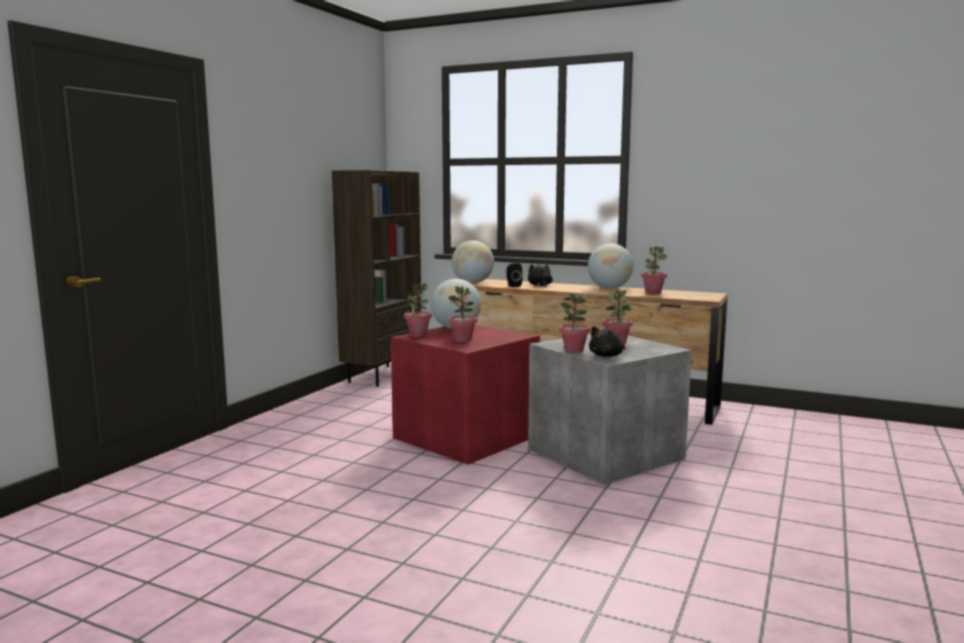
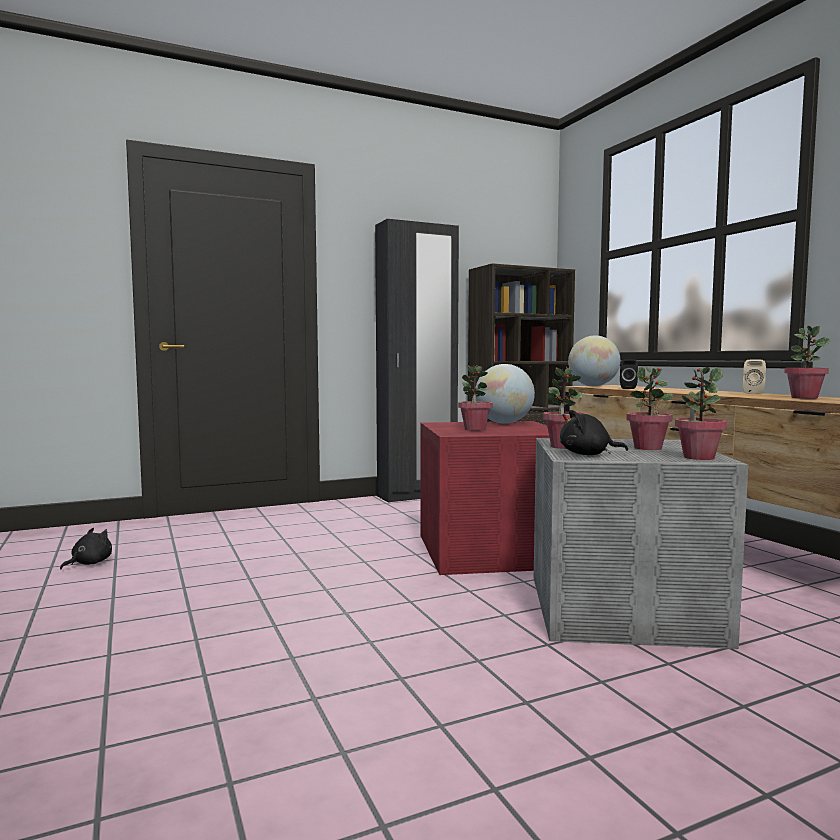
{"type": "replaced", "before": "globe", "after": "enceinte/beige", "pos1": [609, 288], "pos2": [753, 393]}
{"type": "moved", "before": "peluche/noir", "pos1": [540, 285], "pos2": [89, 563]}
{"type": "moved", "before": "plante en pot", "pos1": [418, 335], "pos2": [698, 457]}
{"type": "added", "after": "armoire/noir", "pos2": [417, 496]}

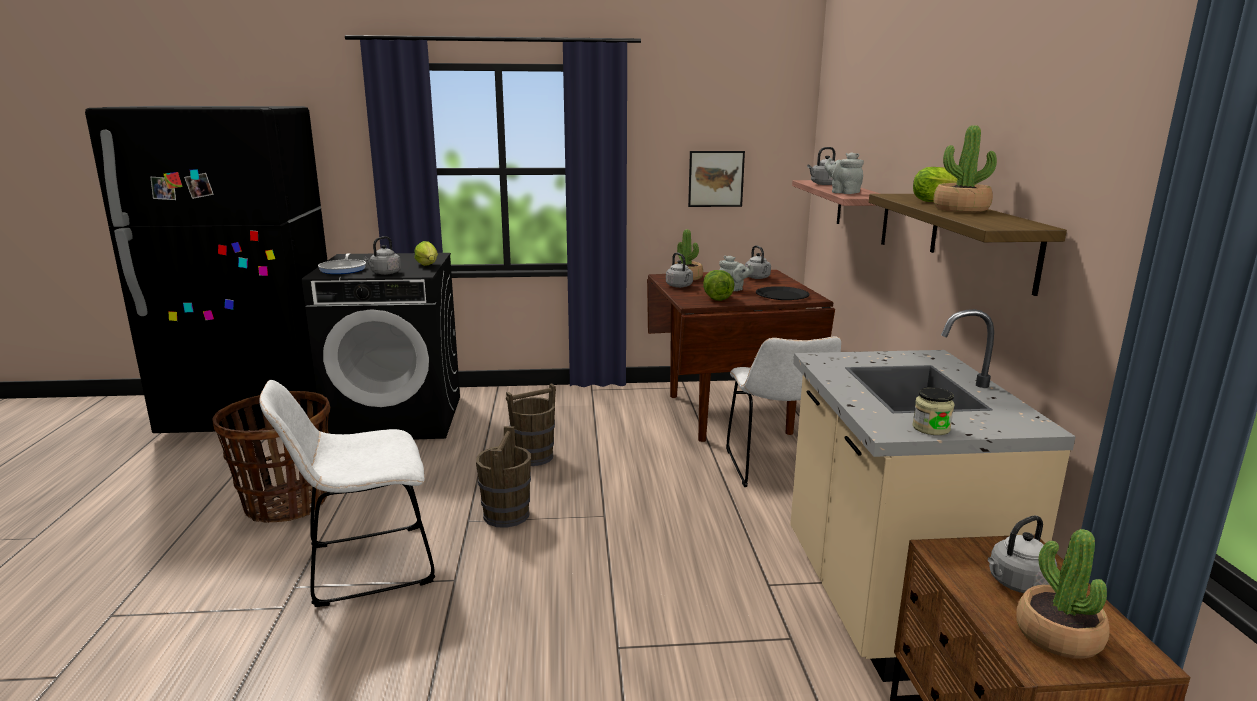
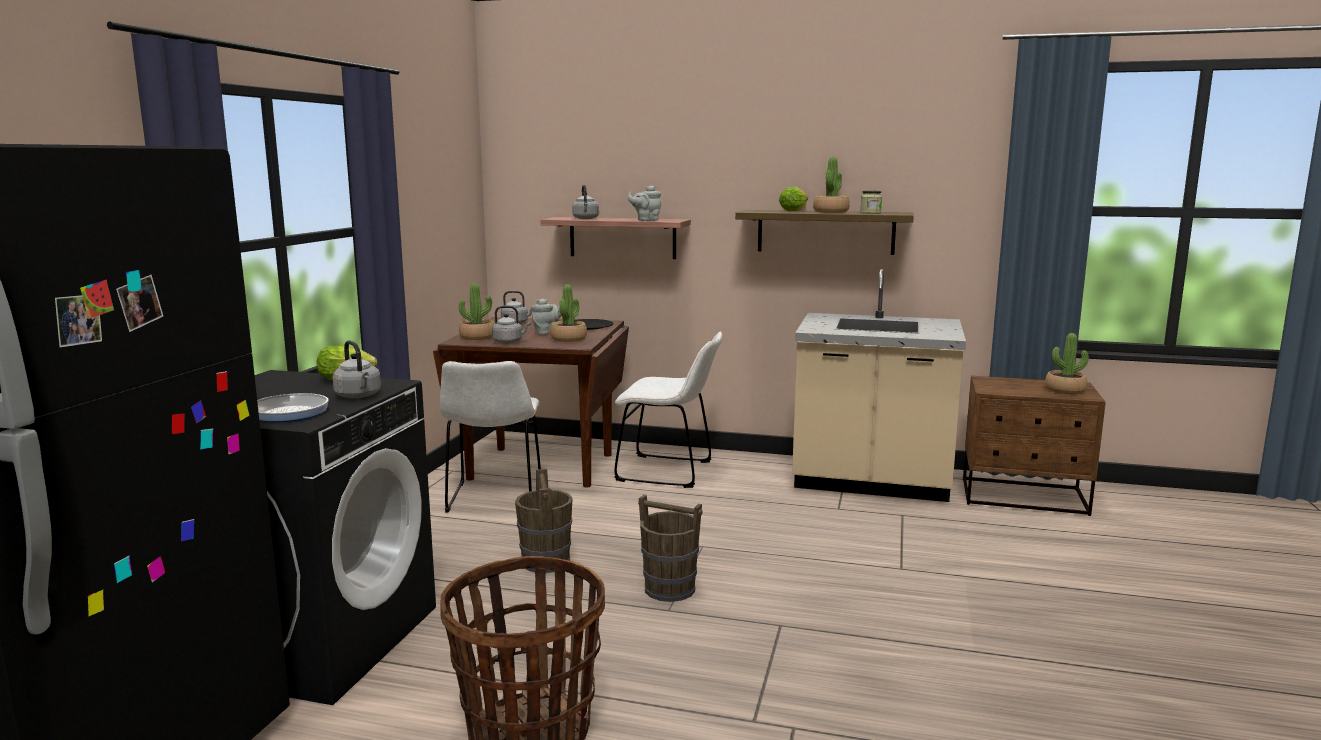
{"type": "removed", "before": "tableau", "pos1": [716, 179]}
{"type": "replaced", "before": "laitue", "after": "plante en pot", "pos1": [716, 297], "pos2": [568, 339]}
{"type": "moved", "before": "chaise/blanc", "pos1": [362, 566], "pos2": [494, 499]}
{"type": "moved", "before": "bocal", "pos1": [931, 428], "pos2": [870, 213]}
{"type": "removed", "before": "bouilloire/gris", "pos1": [1016, 583]}

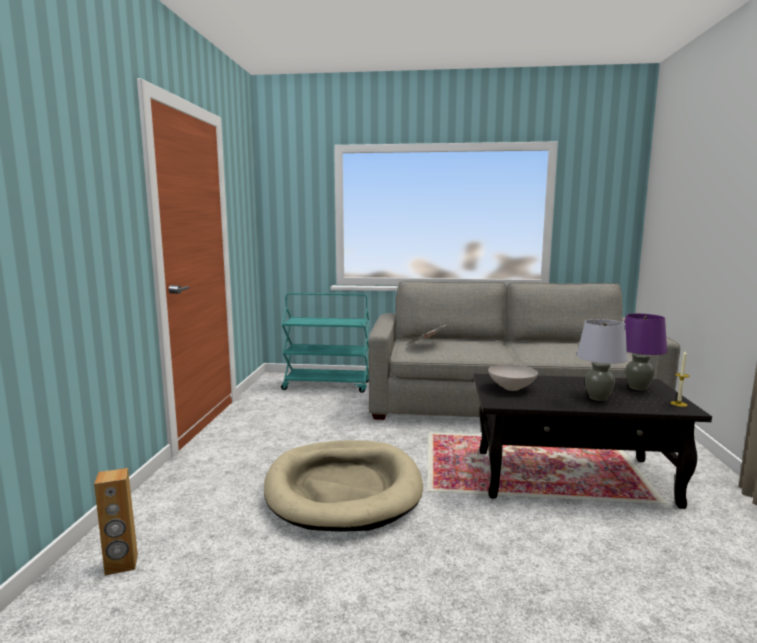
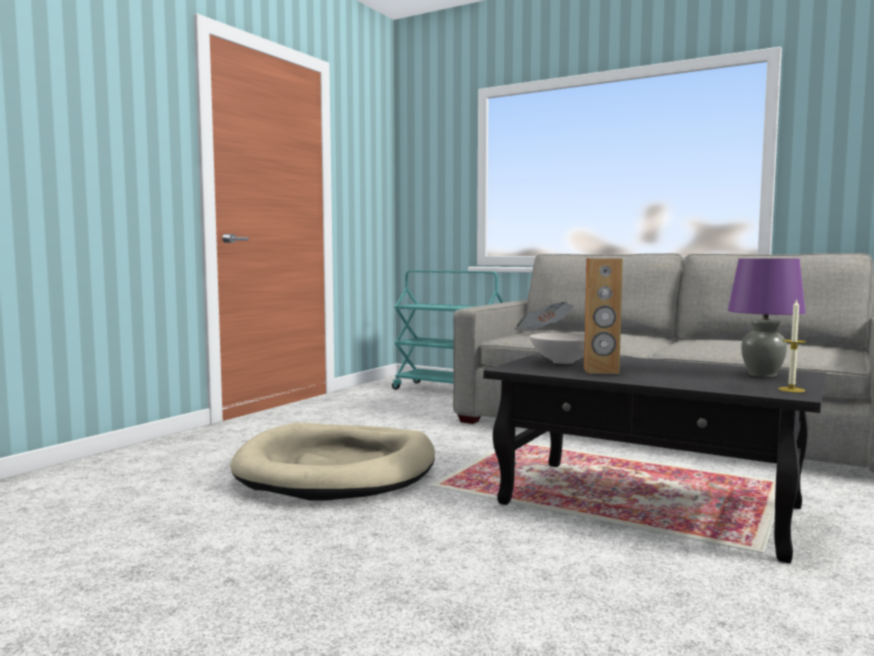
{"type": "removed", "before": "lampe de table/gris", "pos1": [598, 398]}
{"type": "moved", "before": "enceinte/marron", "pos1": [121, 565], "pos2": [601, 371]}

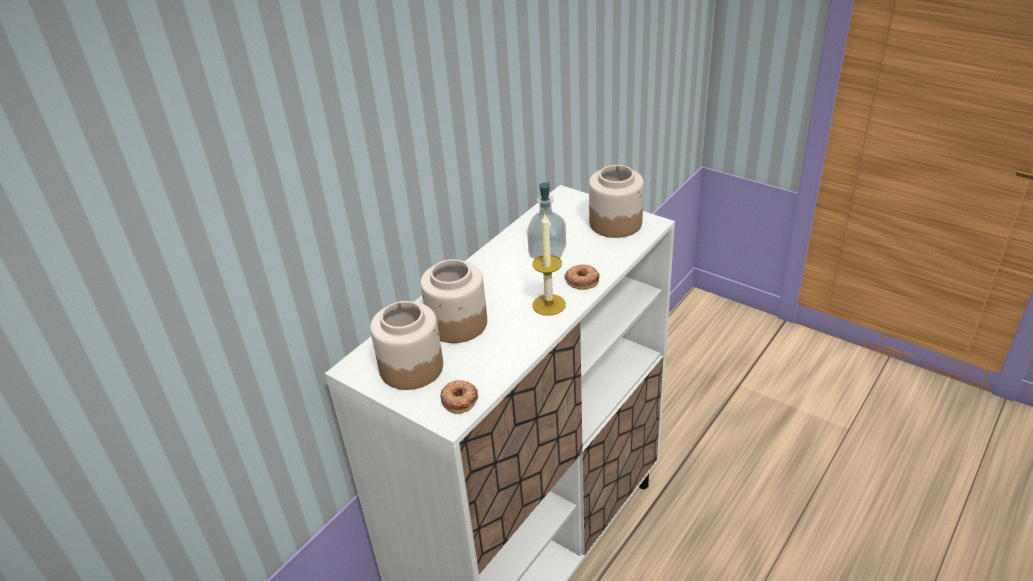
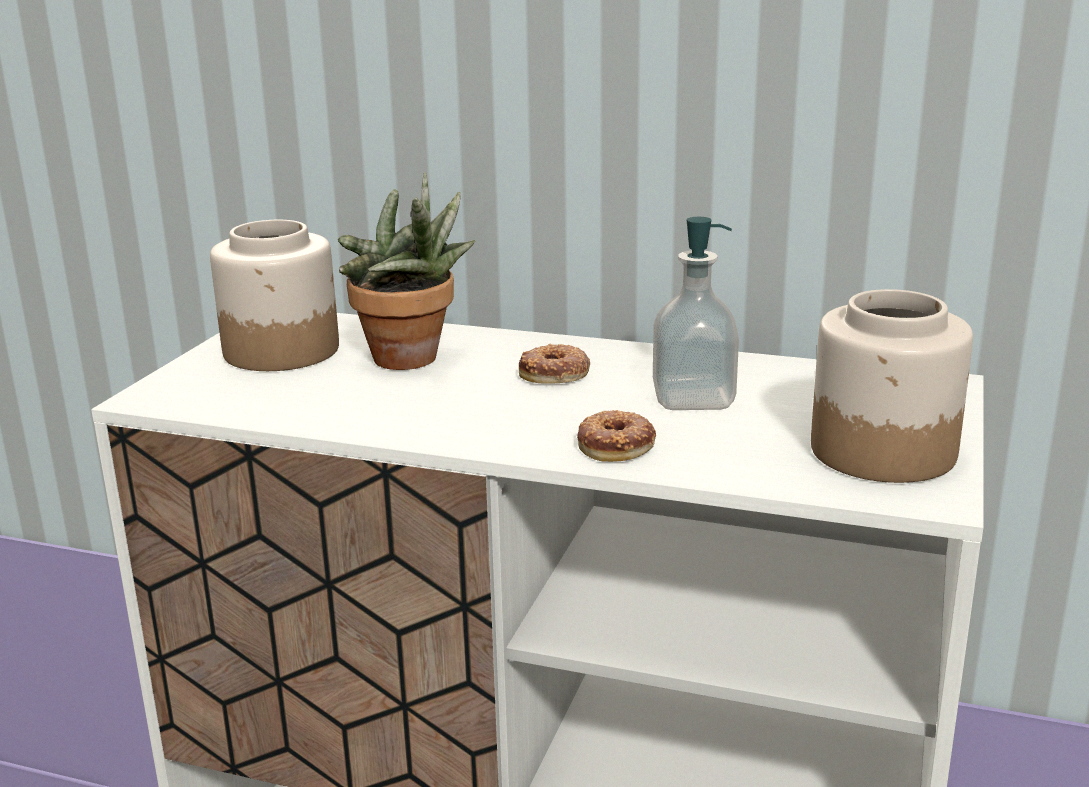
{"type": "removed", "before": "bougie", "pos1": [549, 305]}
{"type": "replaced", "before": "bocal", "after": "plante en pot", "pos1": [456, 323], "pos2": [412, 361]}
{"type": "moved", "before": "beignet", "pos1": [459, 399], "pos2": [555, 373]}

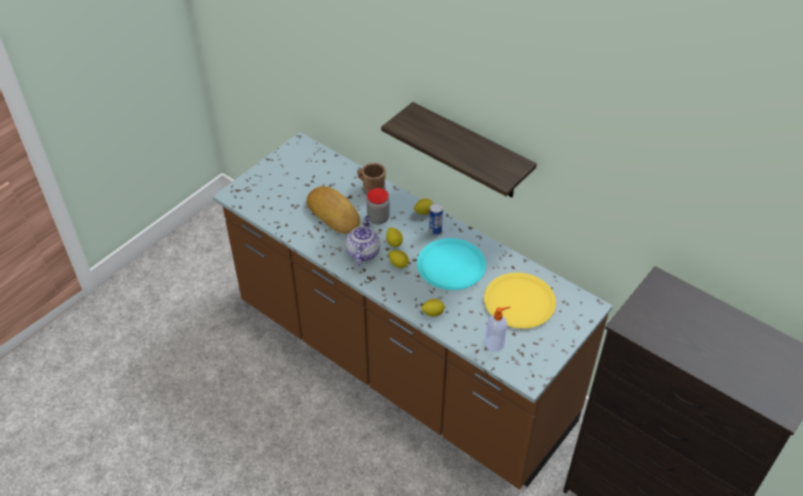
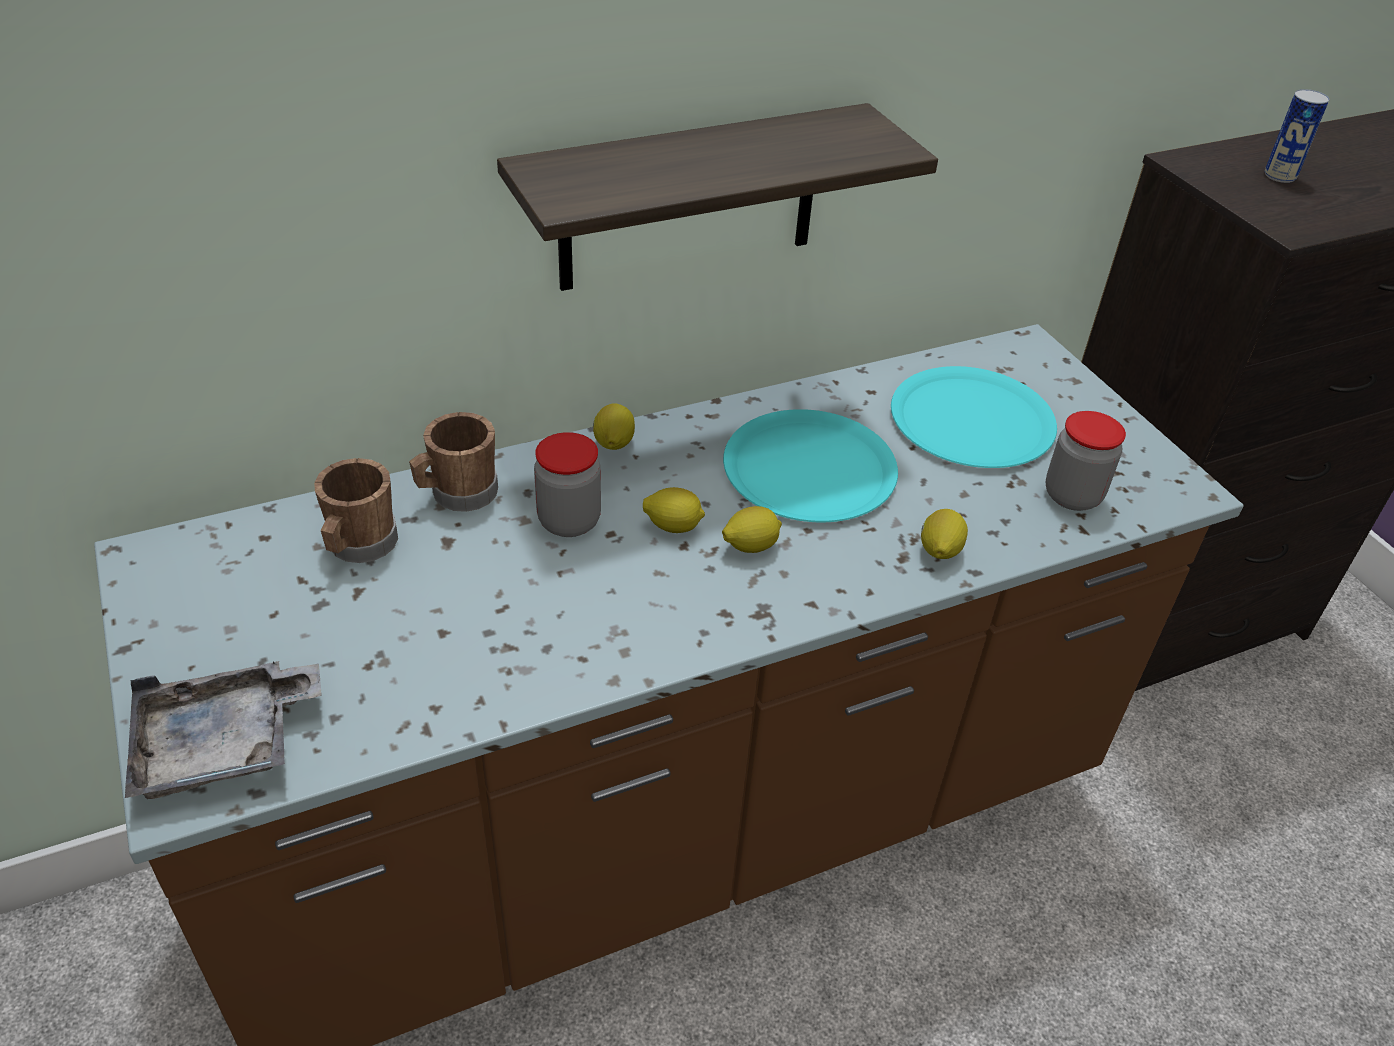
{"type": "removed", "before": "pain", "pos1": [334, 213]}
{"type": "moved", "before": "boîte métallique", "pos1": [435, 231], "pos2": [1280, 176]}
{"type": "removed", "before": "théière", "pos1": [363, 252]}
{"type": "recoloured", "before": "assiette/jaune", "after": "assiette/turquoise", "pos1": [519, 301], "pos2": [971, 420]}
{"type": "replaced", "before": "distributeur de savon", "after": "bocal", "pos1": [495, 343], "pos2": [1072, 496]}
{"type": "added", "after": "mug/marron", "pos2": [359, 546]}
{"type": "added", "after": "plateau/gris", "pos2": [224, 745]}

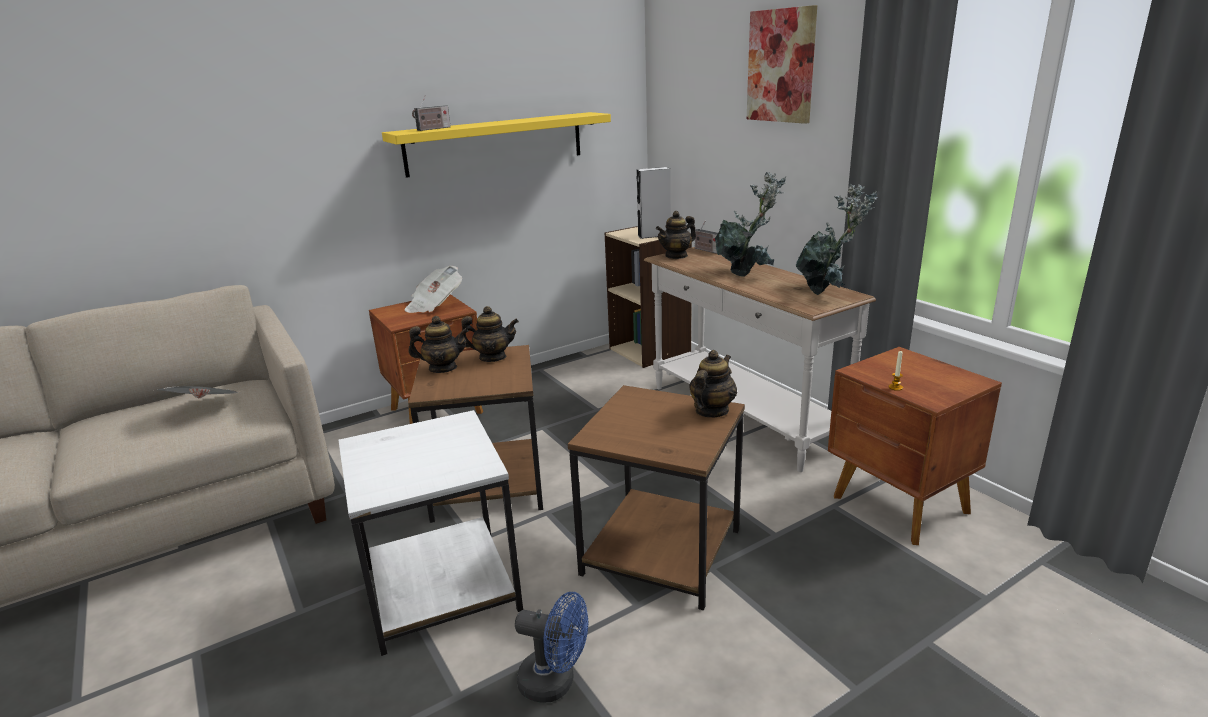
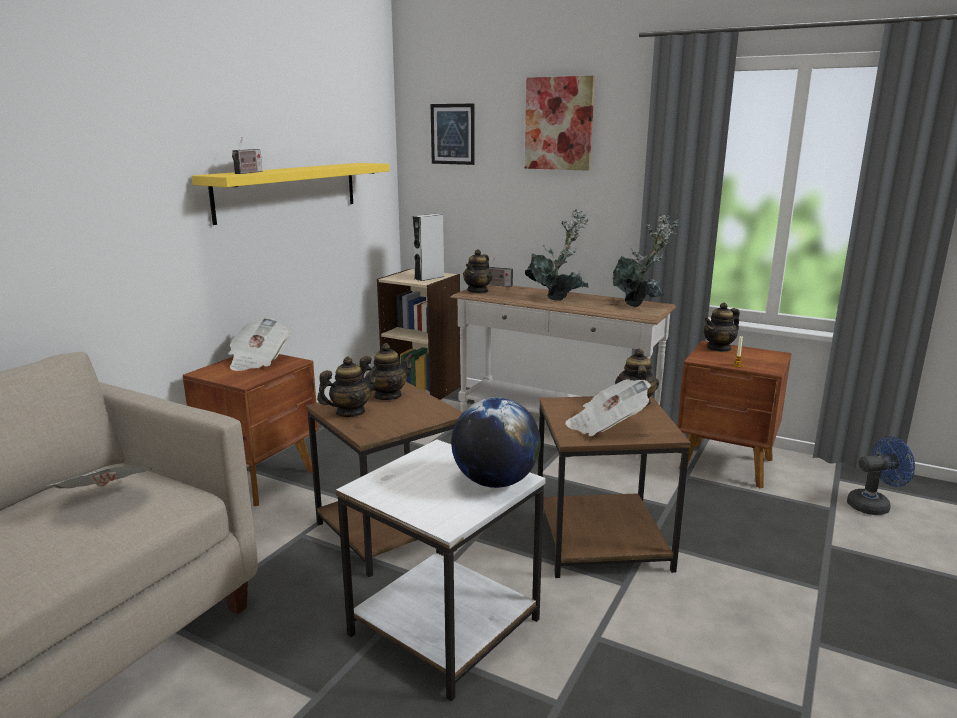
{"type": "moved", "before": "ventilateur/bleu", "pos1": [555, 682], "pos2": [873, 505]}
{"type": "added", "after": "tableau", "pos2": [452, 134]}
{"type": "added", "after": "théière", "pos2": [719, 348]}
{"type": "added", "after": "journal", "pos2": [606, 427]}
{"type": "added", "after": "globe", "pos2": [495, 482]}

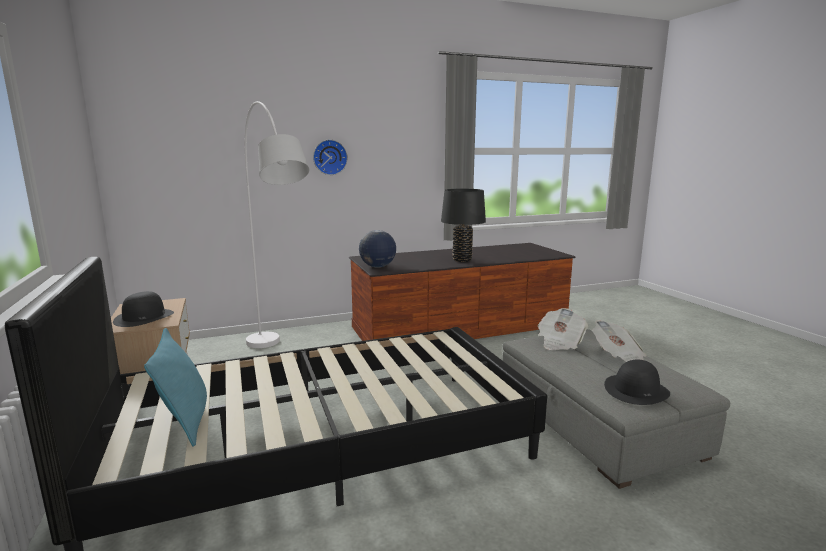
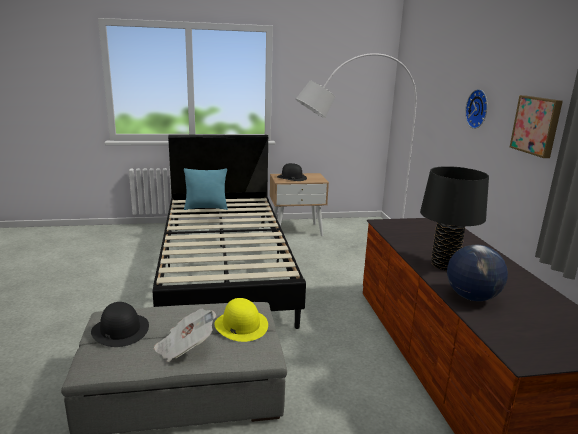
{"type": "moved", "before": "globe", "pos1": [377, 267], "pos2": [471, 297]}
{"type": "replaced", "before": "journal", "after": "chapeau/jaune", "pos1": [560, 342], "pos2": [241, 325]}
{"type": "added", "after": "tableau", "pos2": [537, 125]}

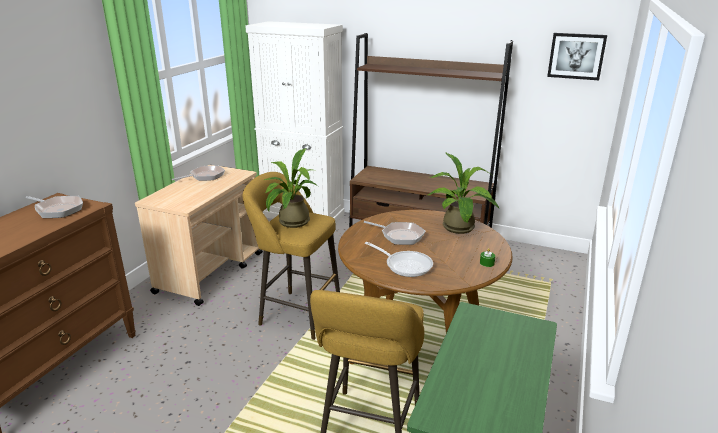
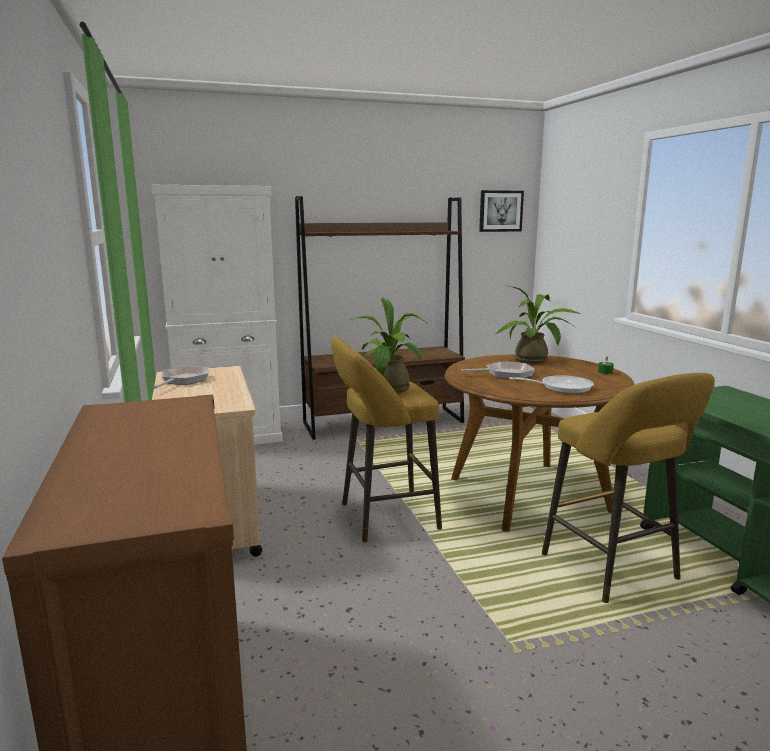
{"type": "removed", "before": "poêle", "pos1": [57, 209]}

